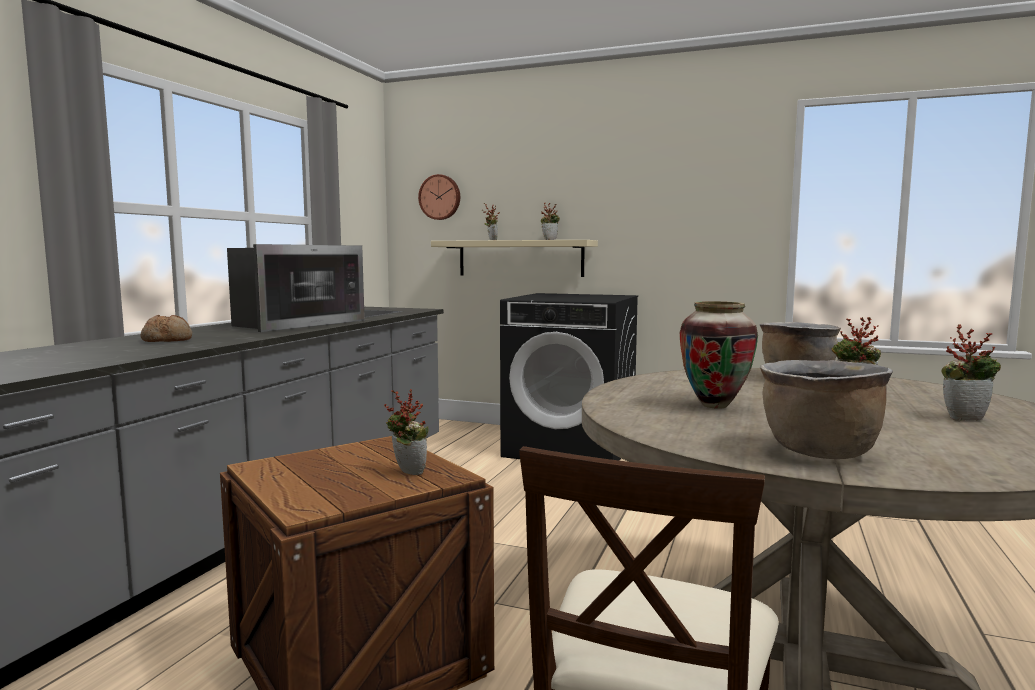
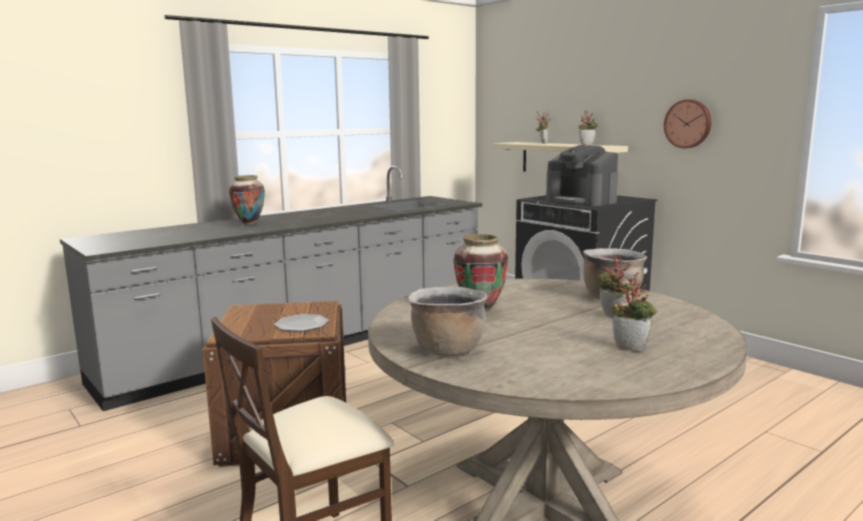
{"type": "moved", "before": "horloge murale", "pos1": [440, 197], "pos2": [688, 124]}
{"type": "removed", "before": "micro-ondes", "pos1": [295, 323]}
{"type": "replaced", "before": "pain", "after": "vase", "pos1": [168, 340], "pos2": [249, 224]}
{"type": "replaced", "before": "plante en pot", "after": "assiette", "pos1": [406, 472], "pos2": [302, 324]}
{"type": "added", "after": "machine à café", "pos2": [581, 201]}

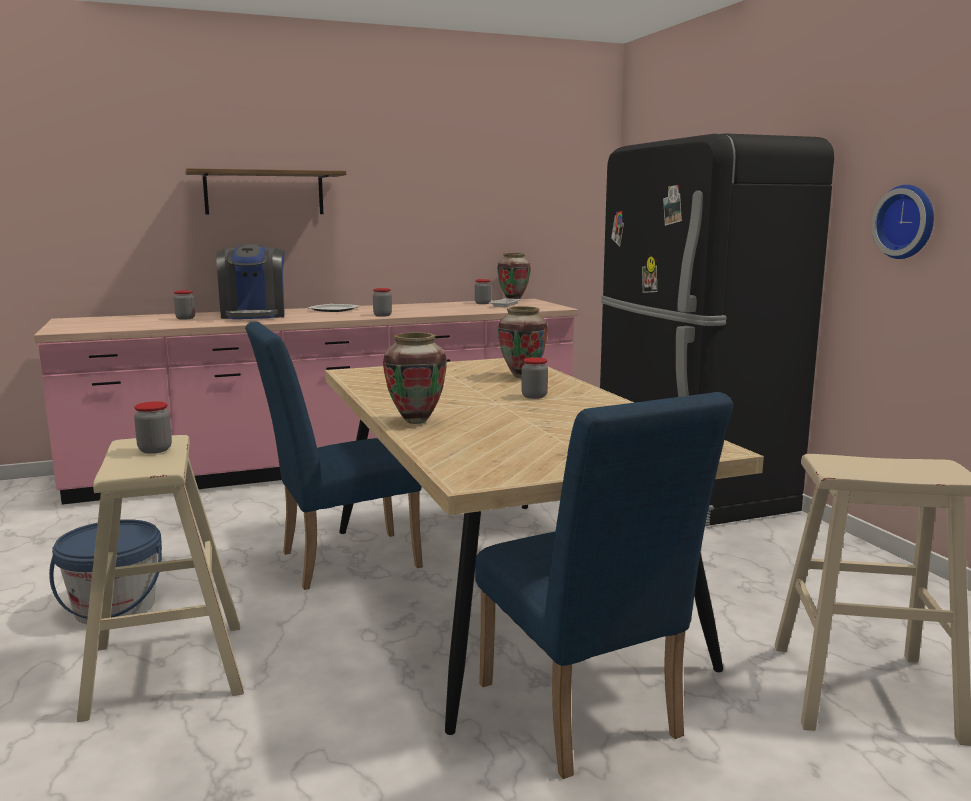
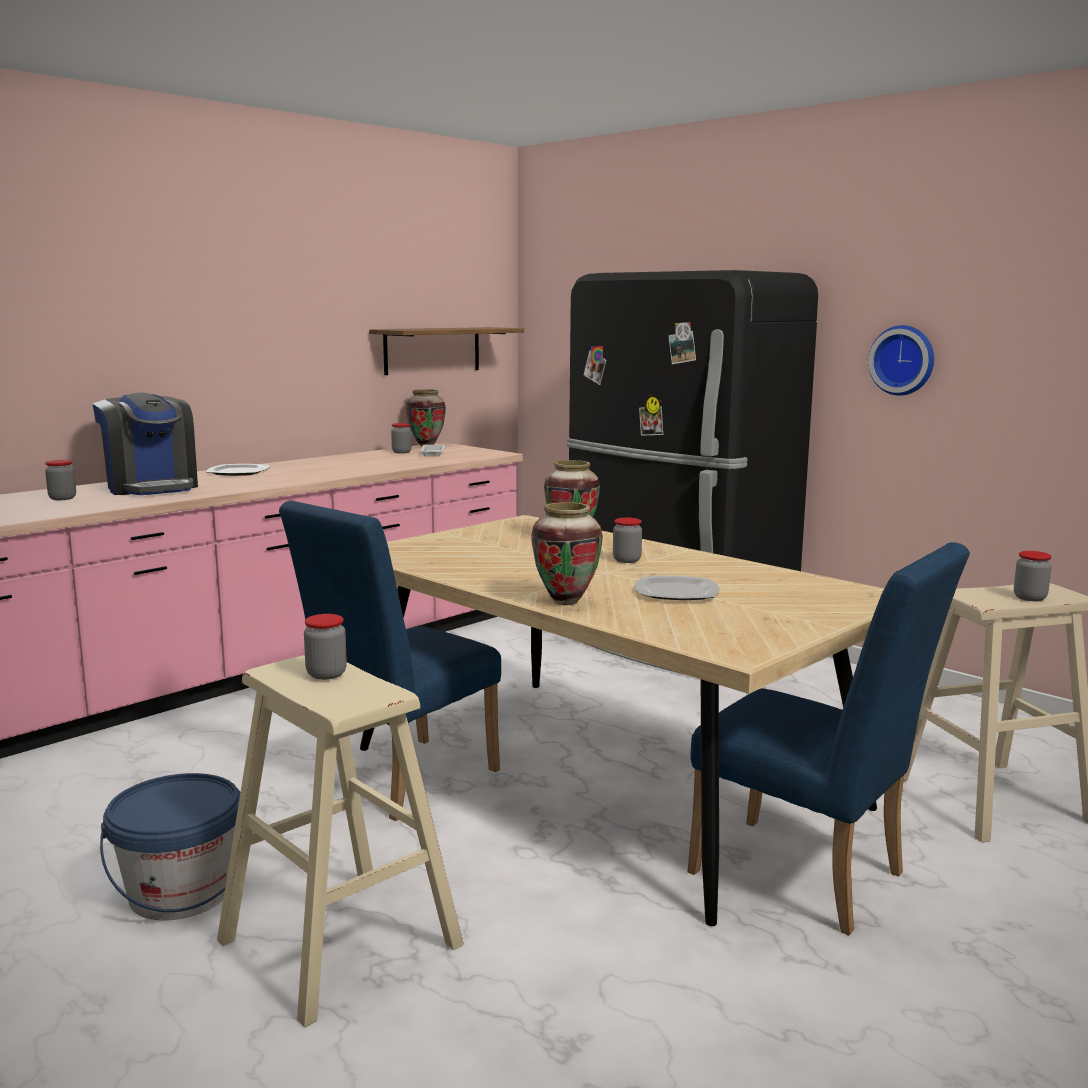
{"type": "moved", "before": "étagère", "pos1": [264, 193], "pos2": [432, 350]}
{"type": "moved", "before": "bocal", "pos1": [382, 315], "pos2": [1030, 598]}
{"type": "added", "after": "assiette", "pos2": [677, 592]}

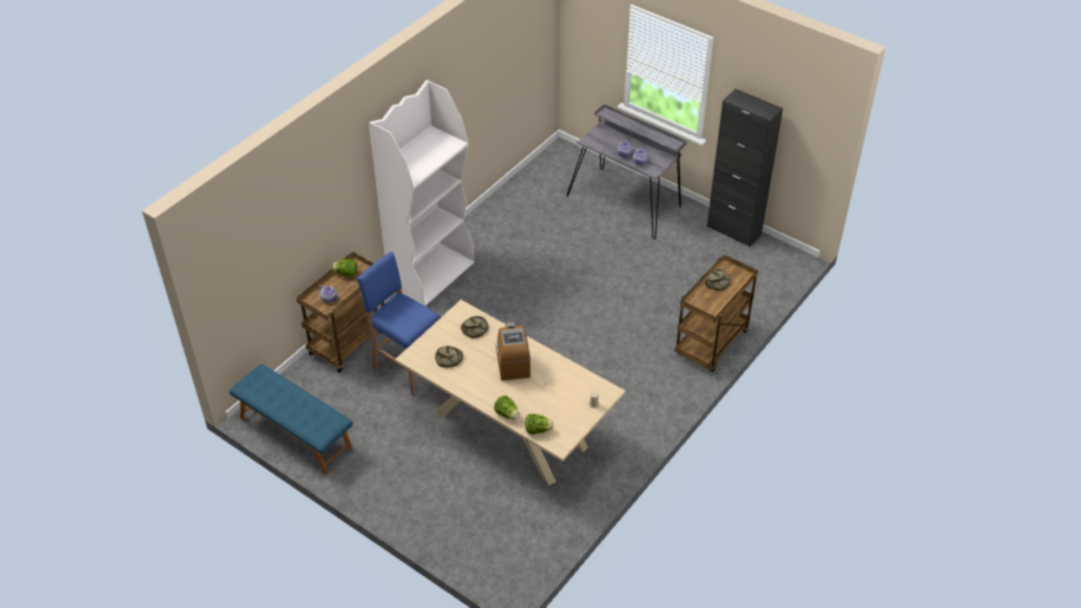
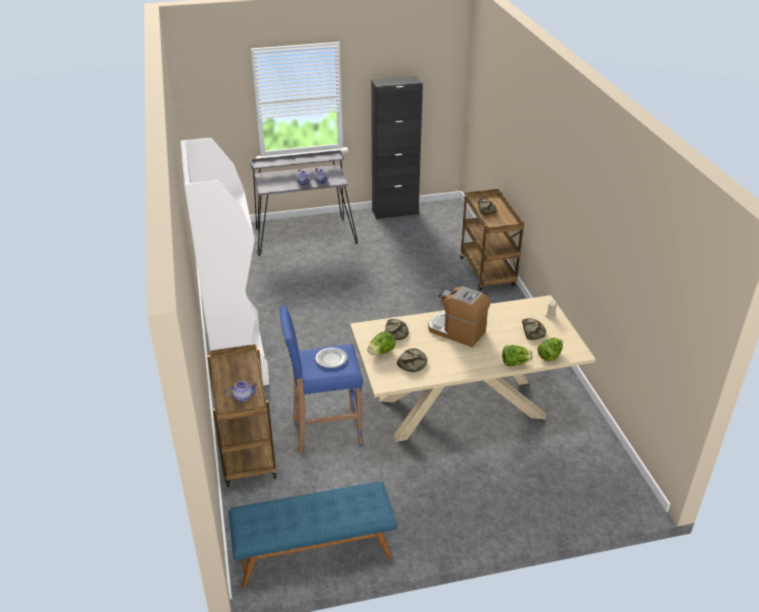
{"type": "moved", "before": "laitue", "pos1": [346, 274], "pos2": [381, 352]}
{"type": "added", "after": "pain", "pos2": [532, 331]}
{"type": "added", "after": "assiette", "pos2": [331, 359]}

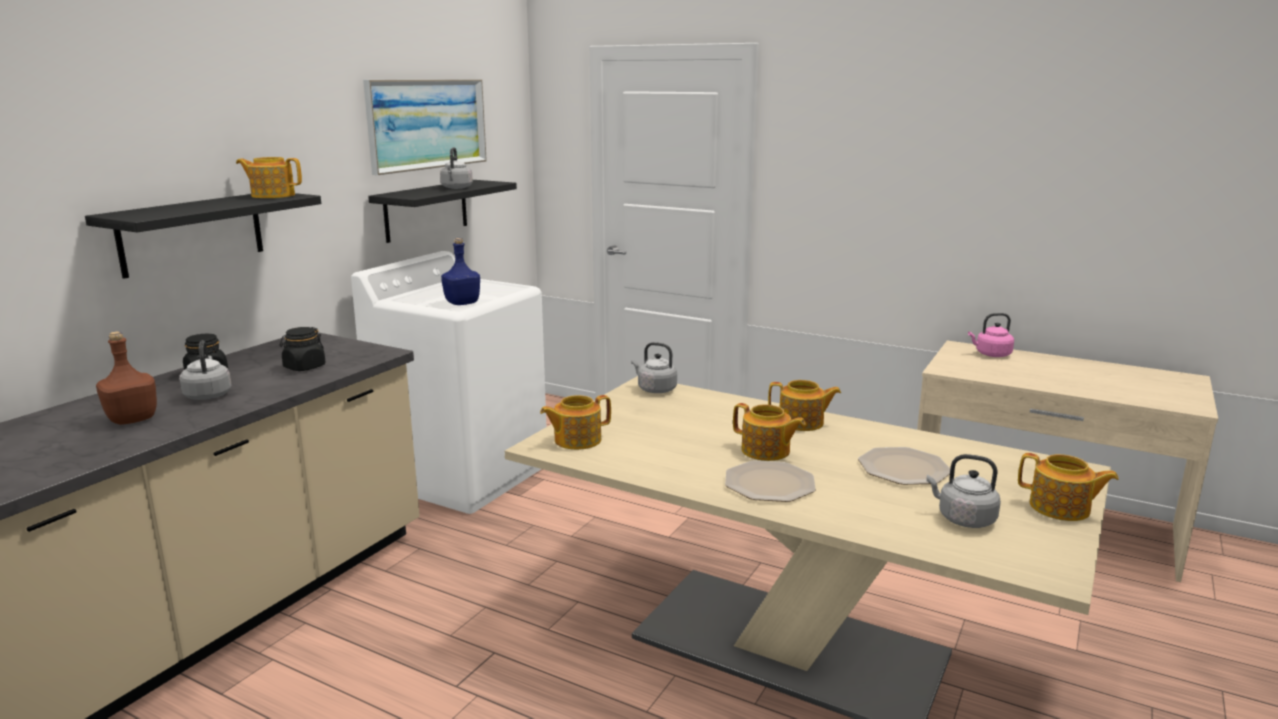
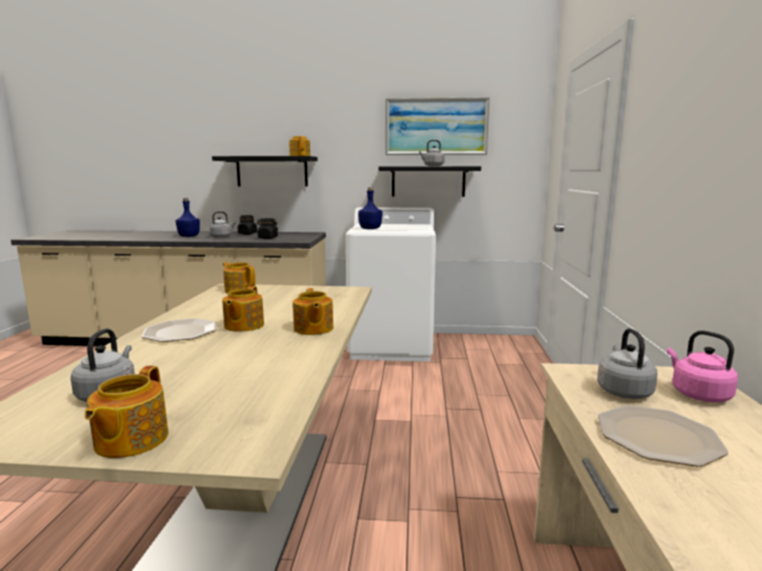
{"type": "recoloured", "before": "bouteille/marron", "after": "bouteille/bleu", "pos1": [132, 419], "pos2": [189, 236]}
{"type": "moved", "before": "bouilloire/gris", "pos1": [655, 389], "pos2": [623, 391]}
{"type": "moved", "before": "assiette", "pos1": [904, 468], "pos2": [657, 437]}

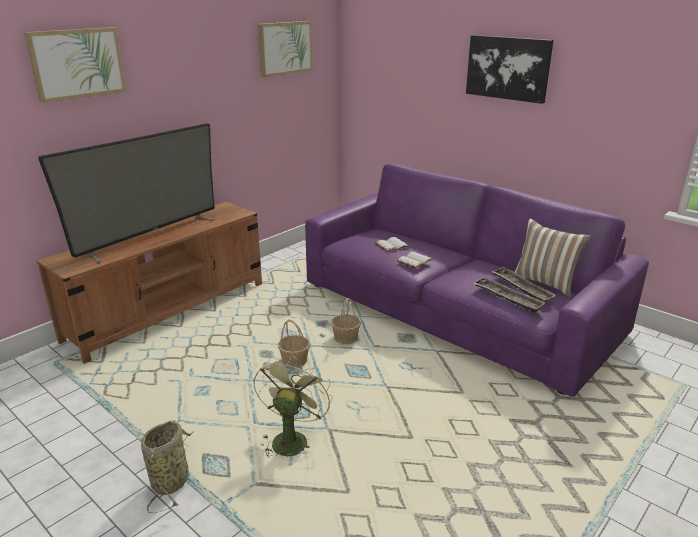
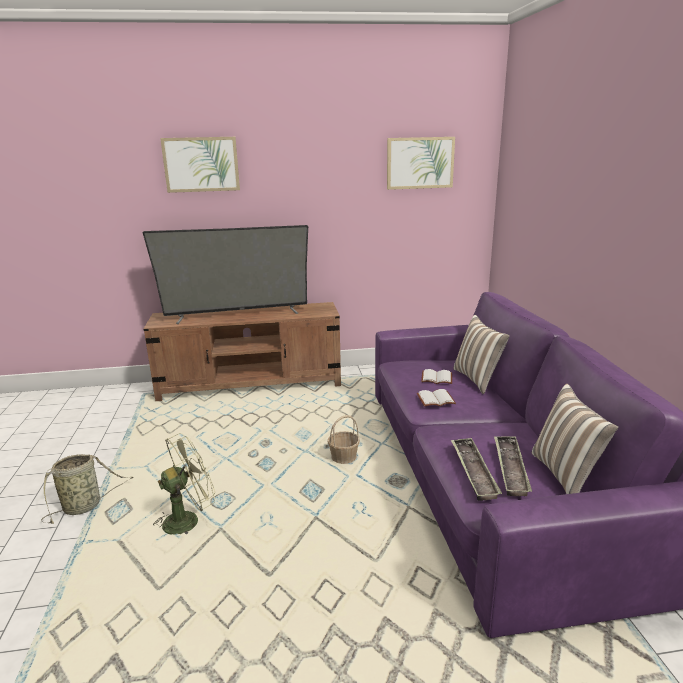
{"type": "removed", "before": "tableau", "pos1": [508, 68]}
{"type": "removed", "before": "panier", "pos1": [294, 361]}
{"type": "added", "after": "coussin", "pos2": [477, 379]}

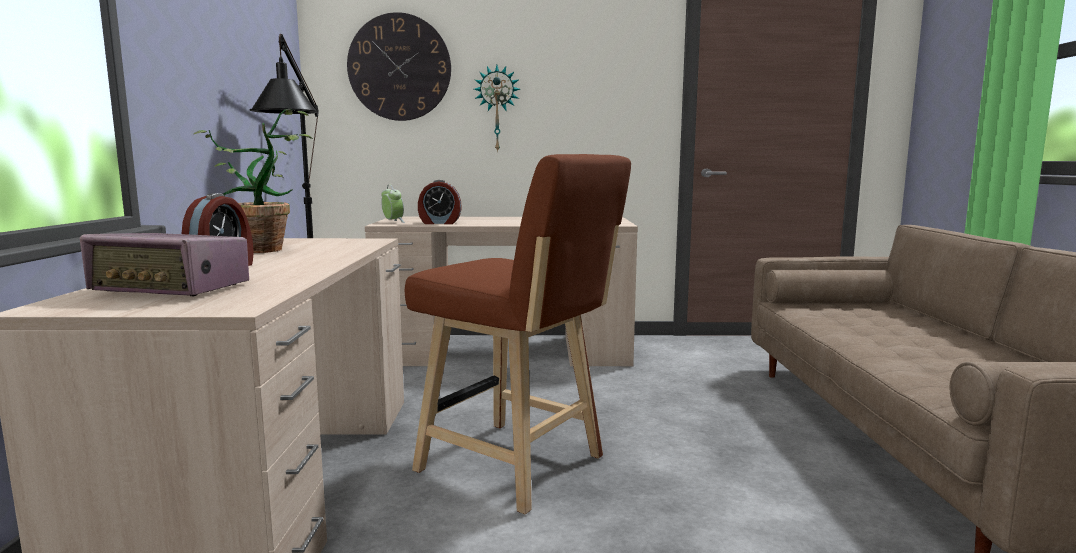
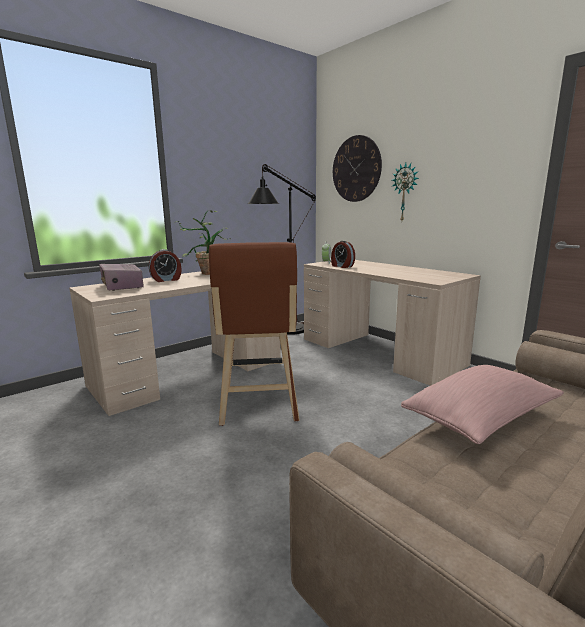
{"type": "added", "after": "coussin/rose", "pos2": [481, 419]}

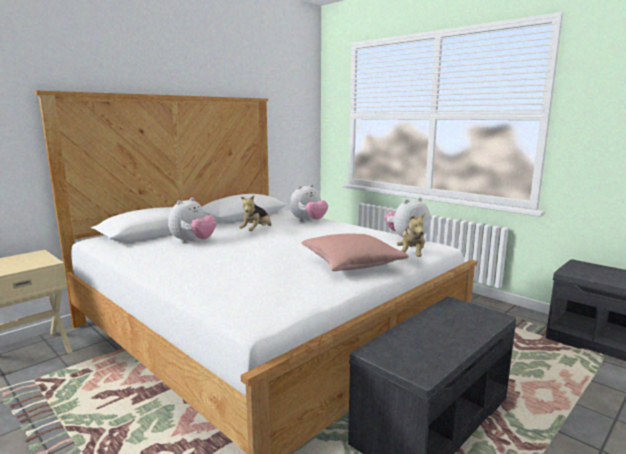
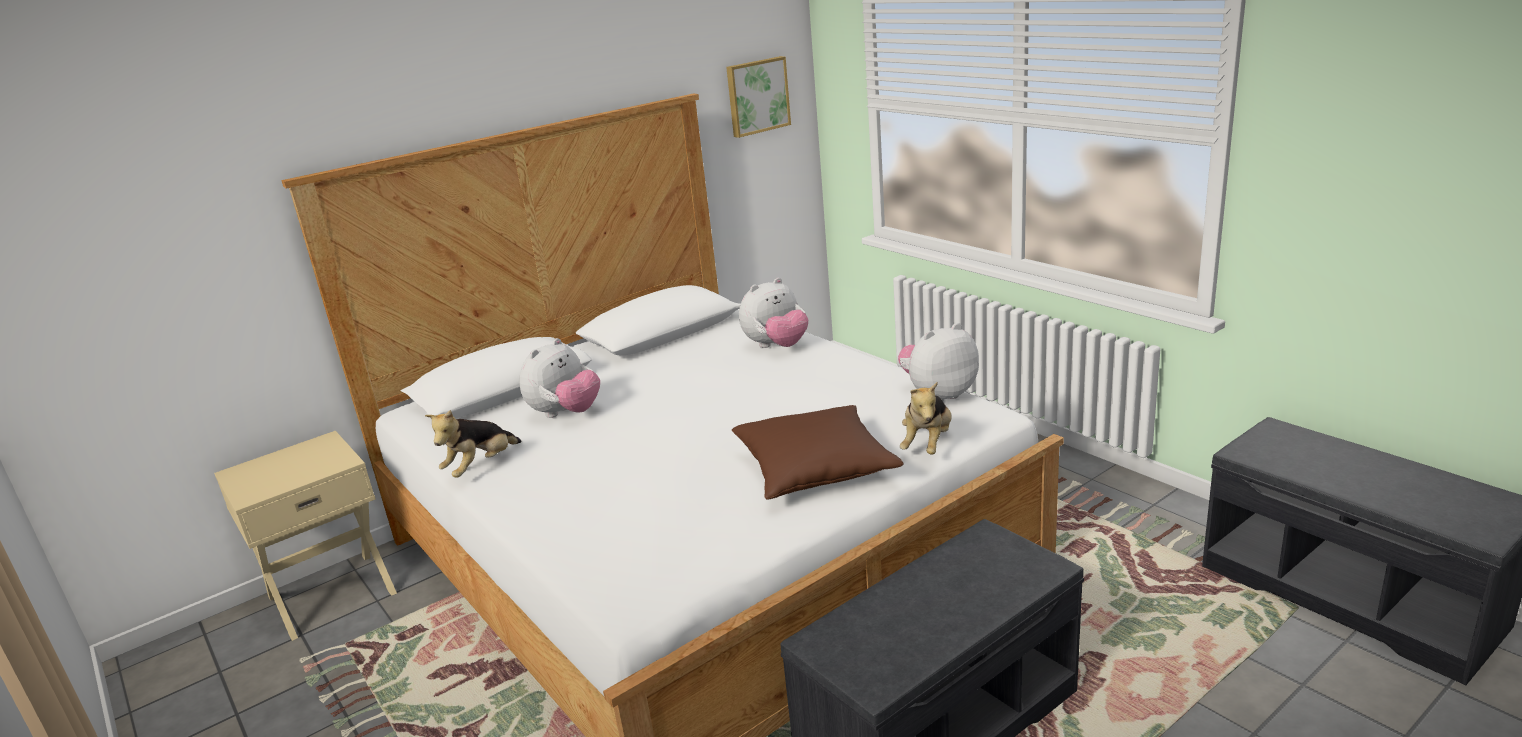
{"type": "moved", "before": "peluche", "pos1": [256, 231], "pos2": [481, 467]}
{"type": "recoloured", "before": "coussin/rose", "after": "coussin/marron", "pos1": [351, 264], "pos2": [815, 469]}
{"type": "added", "after": "tableau", "pos2": [757, 96]}

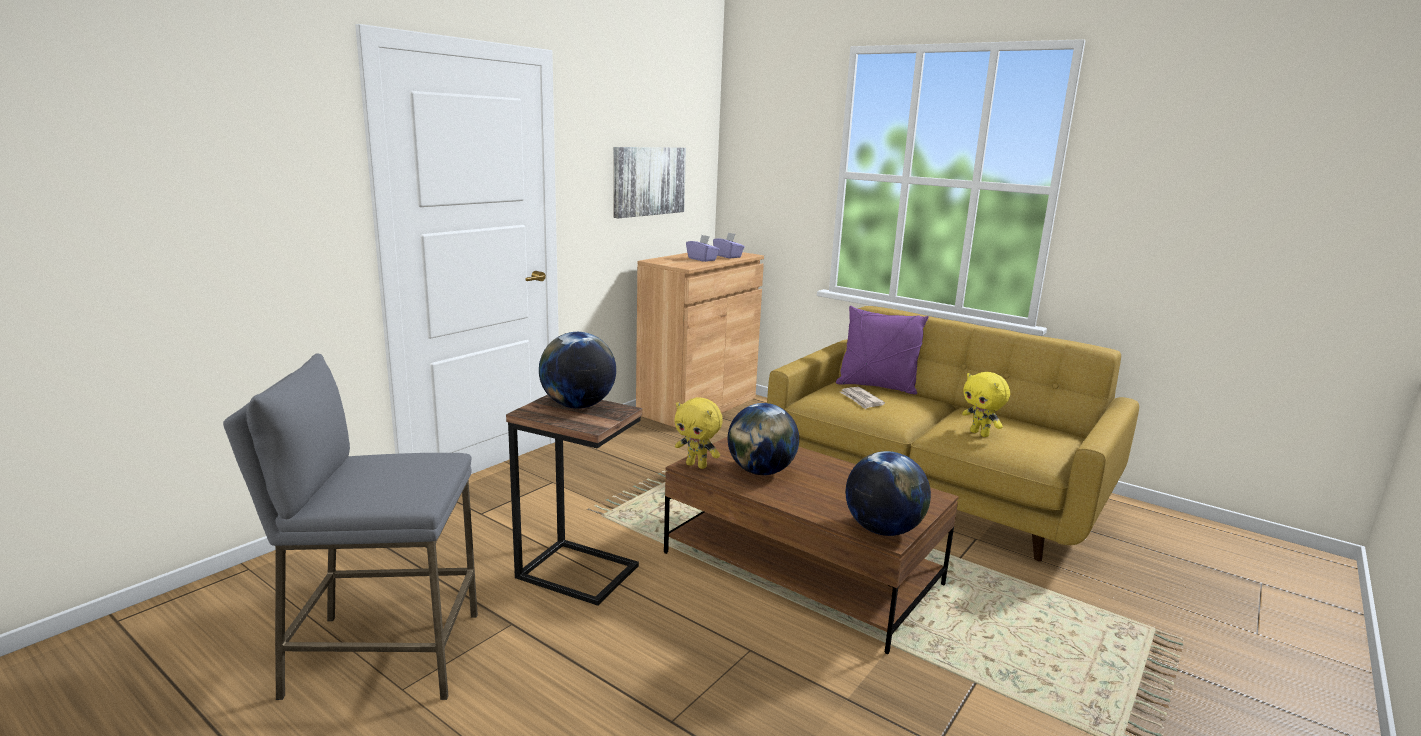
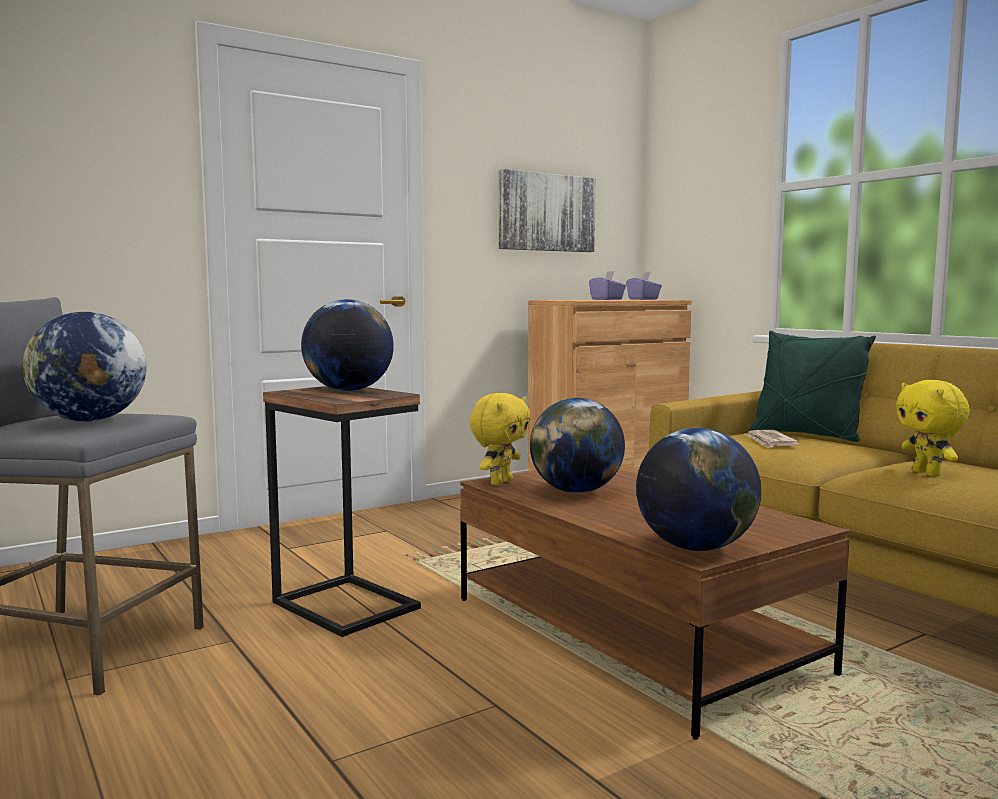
{"type": "recoloured", "before": "coussin/violet", "after": "coussin/vert", "pos1": [877, 387], "pos2": [806, 435]}
{"type": "turned", "before": "peluche/jaune", "pos1": [697, 465], "pos2": [500, 482], "turn": -105}
{"type": "added", "after": "globe", "pos2": [89, 420]}

